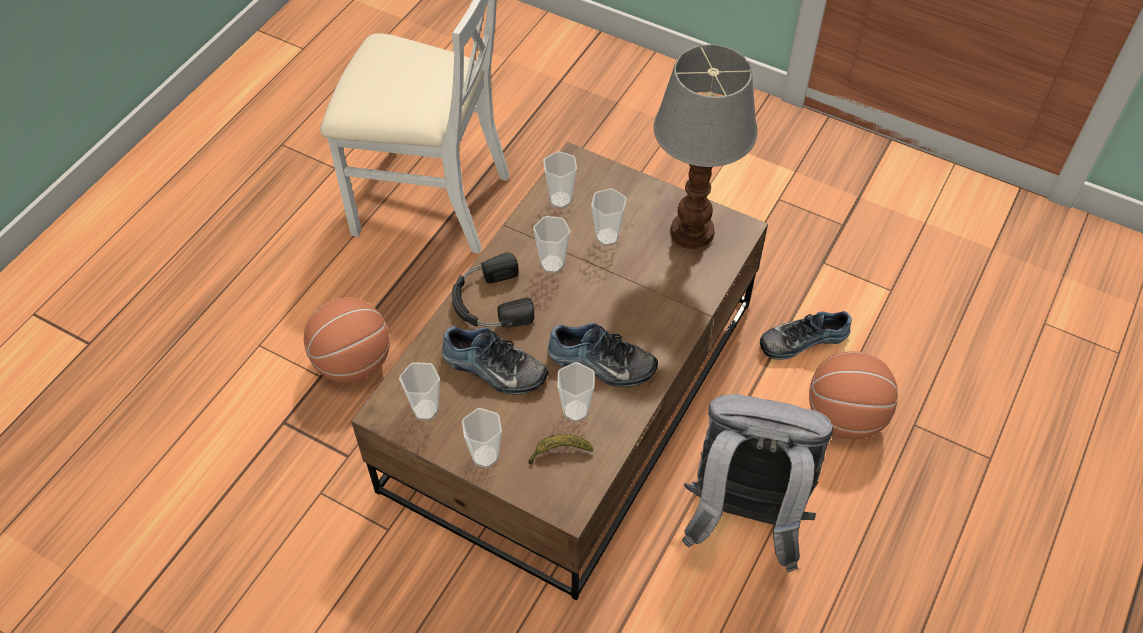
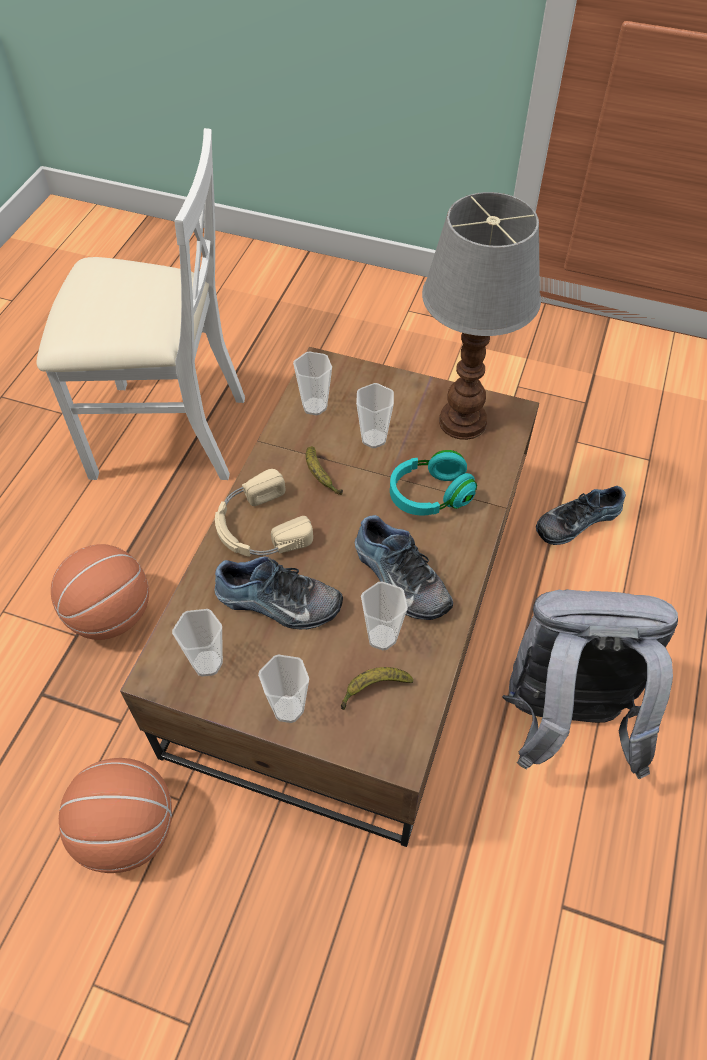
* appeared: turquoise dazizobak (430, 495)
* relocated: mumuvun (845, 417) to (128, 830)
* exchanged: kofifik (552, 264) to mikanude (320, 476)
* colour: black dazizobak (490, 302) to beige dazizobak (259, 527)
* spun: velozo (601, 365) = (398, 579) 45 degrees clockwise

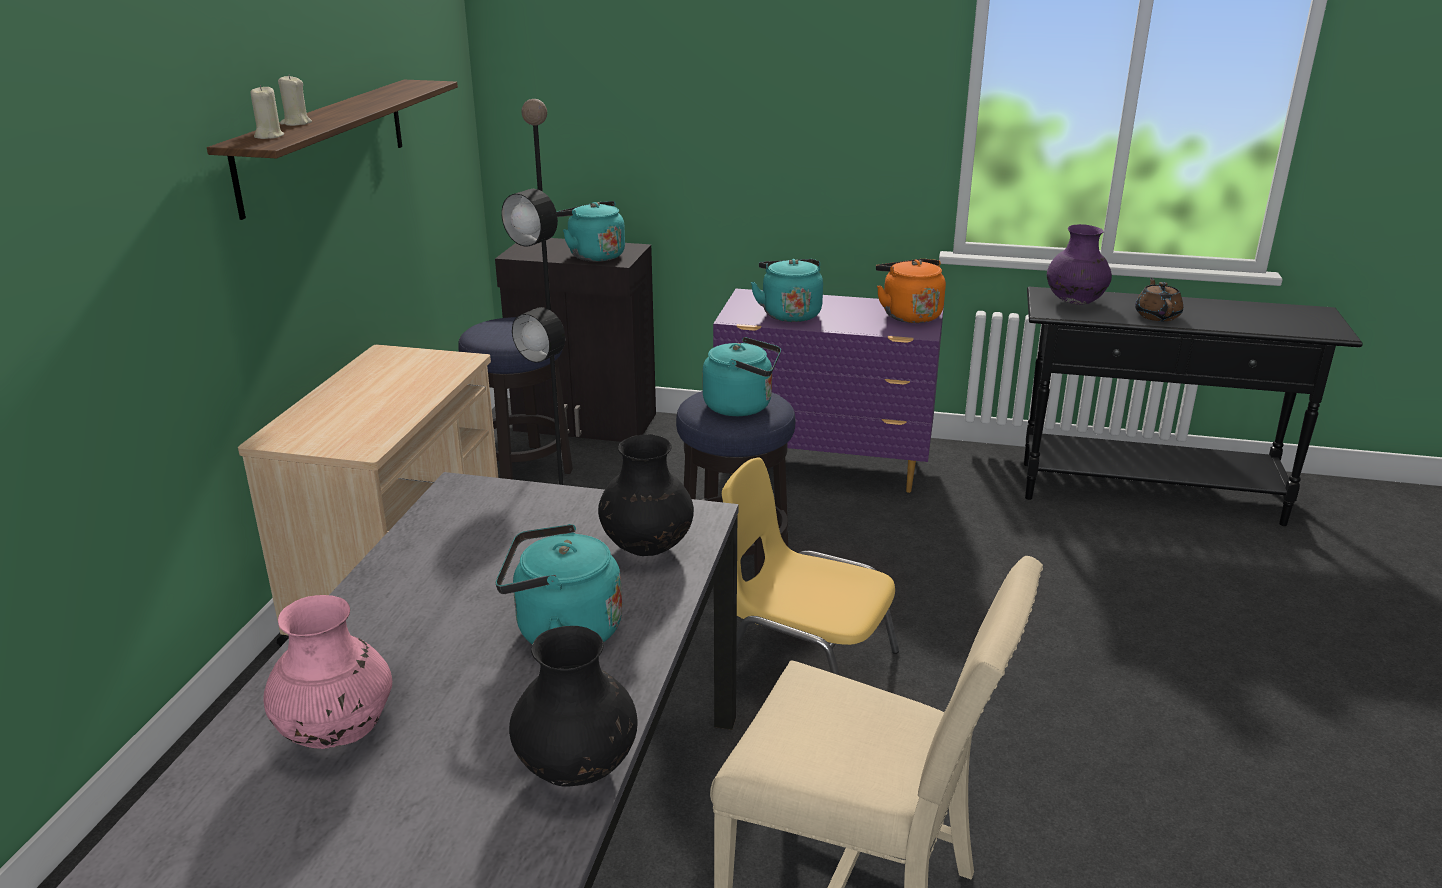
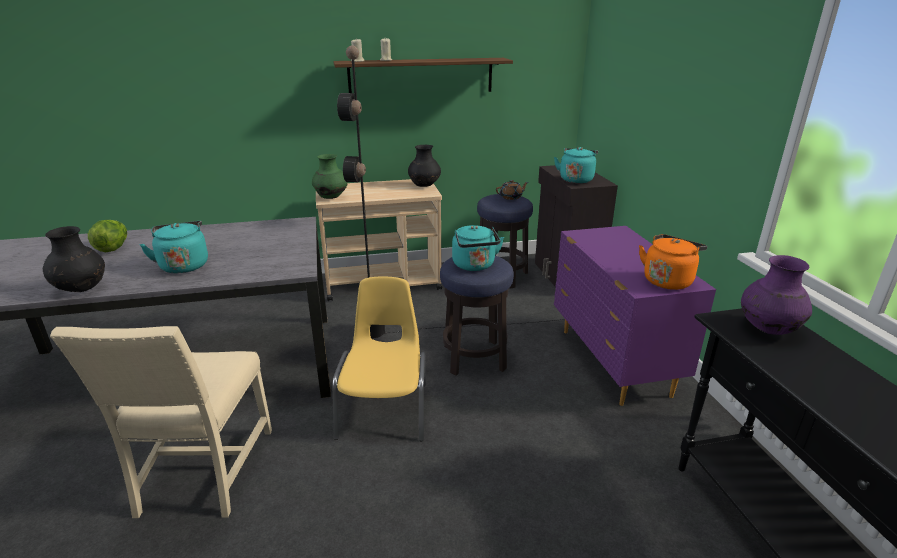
* missing: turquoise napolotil (789, 314)
* appeared: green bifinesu (331, 198)
* relocated: black bifinesu (646, 547) to (424, 186)
* relocated: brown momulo (1157, 316) to (511, 197)
* exchanged: pink bifinesu (337, 734) to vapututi (113, 248)

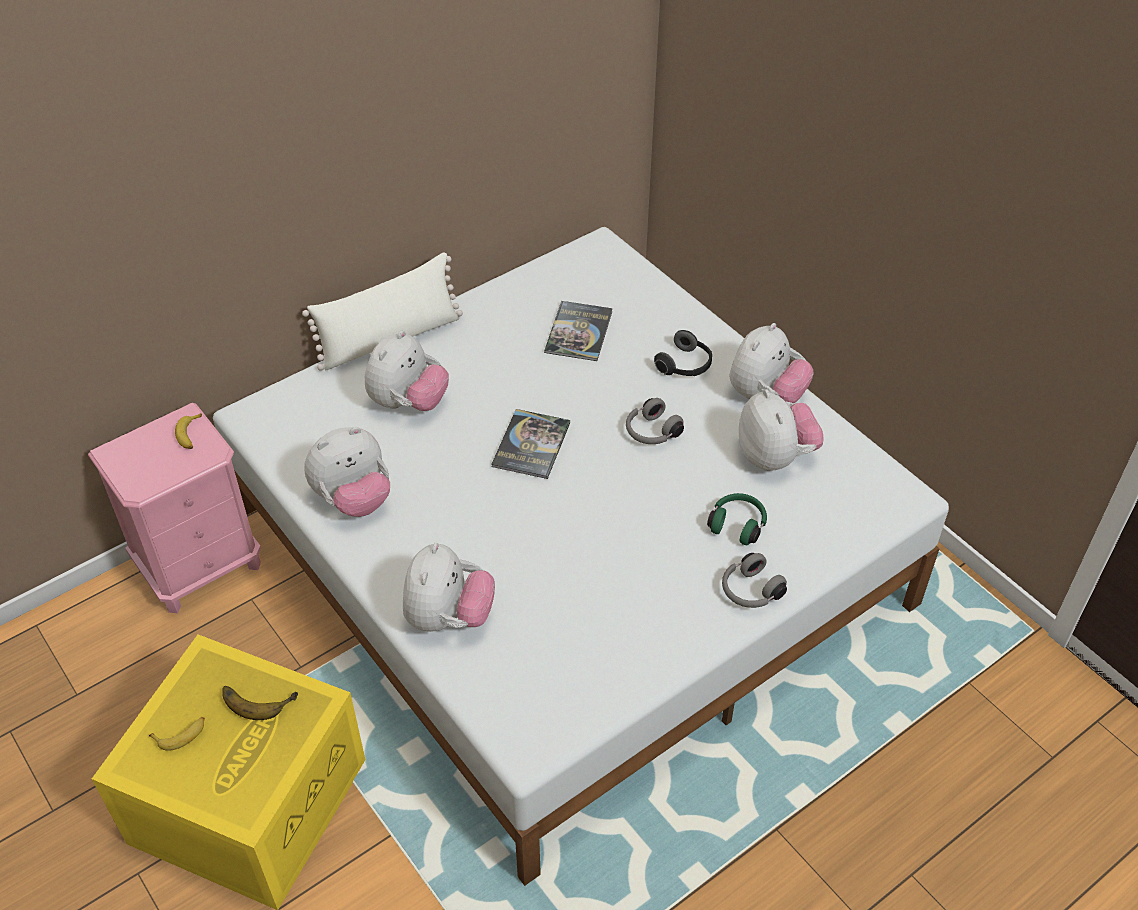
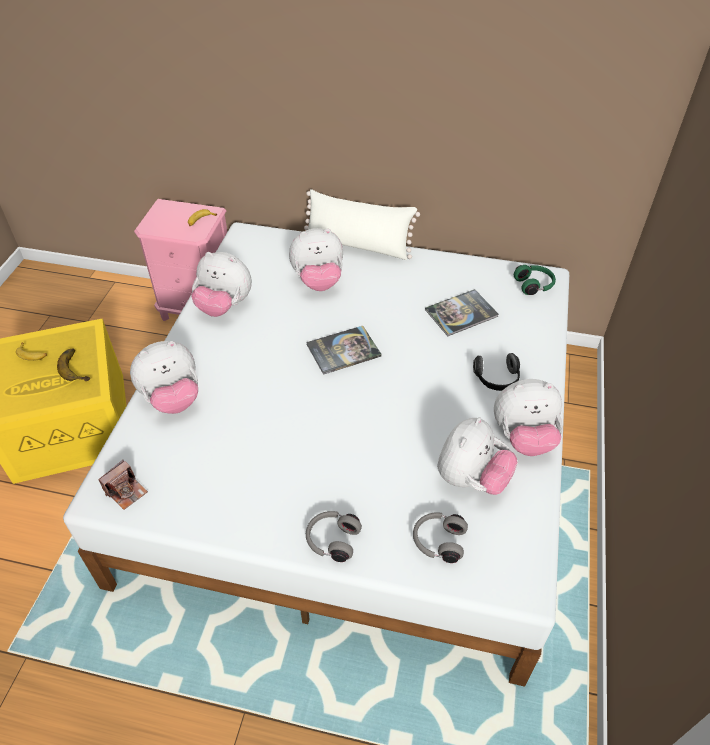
* appeared: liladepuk (126, 491)
* relocated: grey dazizobak (651, 432) to (438, 541)
* relocated: green dazizobak (738, 524) to (534, 285)

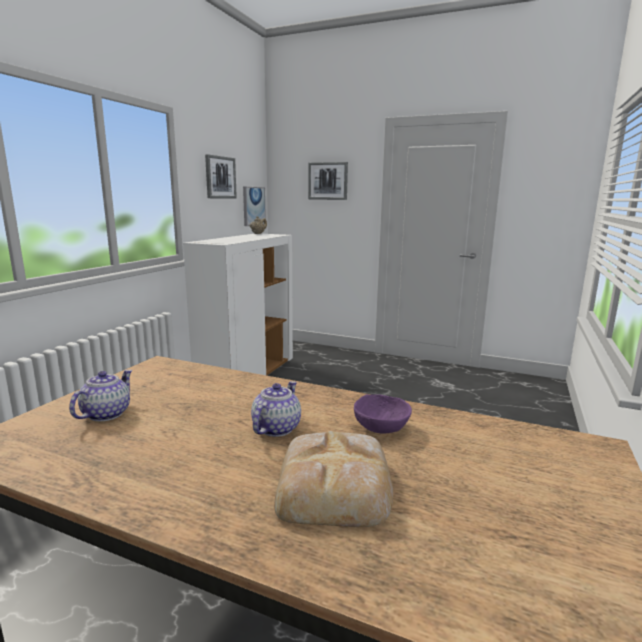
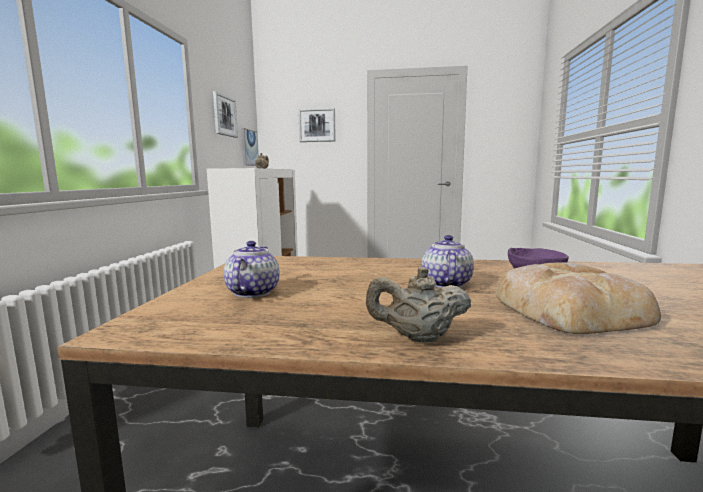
* appeared: beige momulo (418, 338)

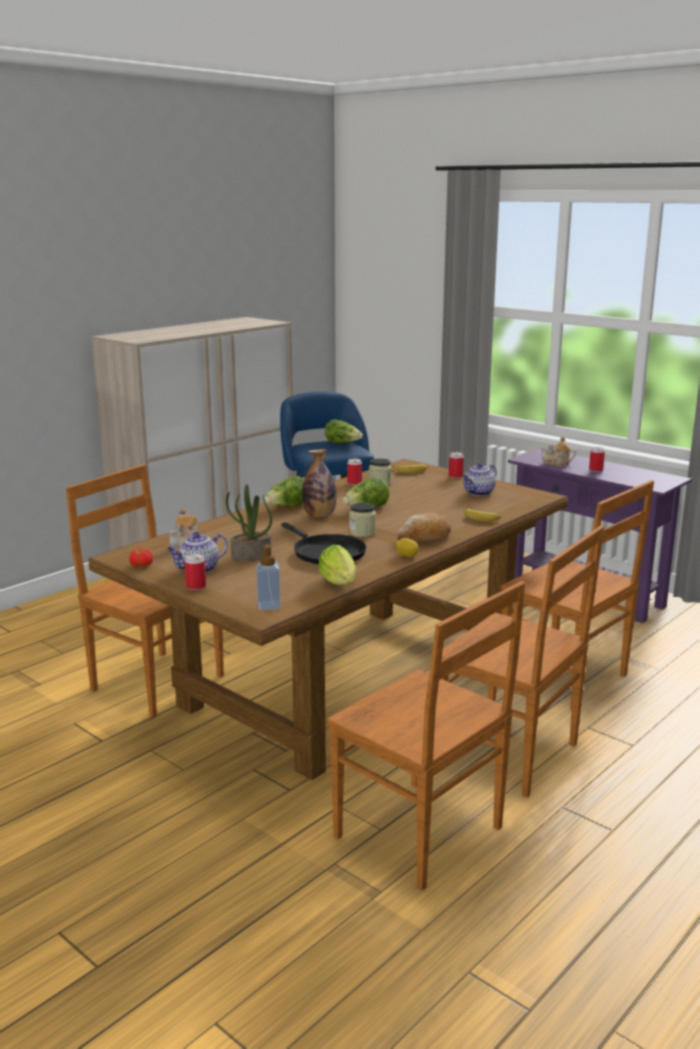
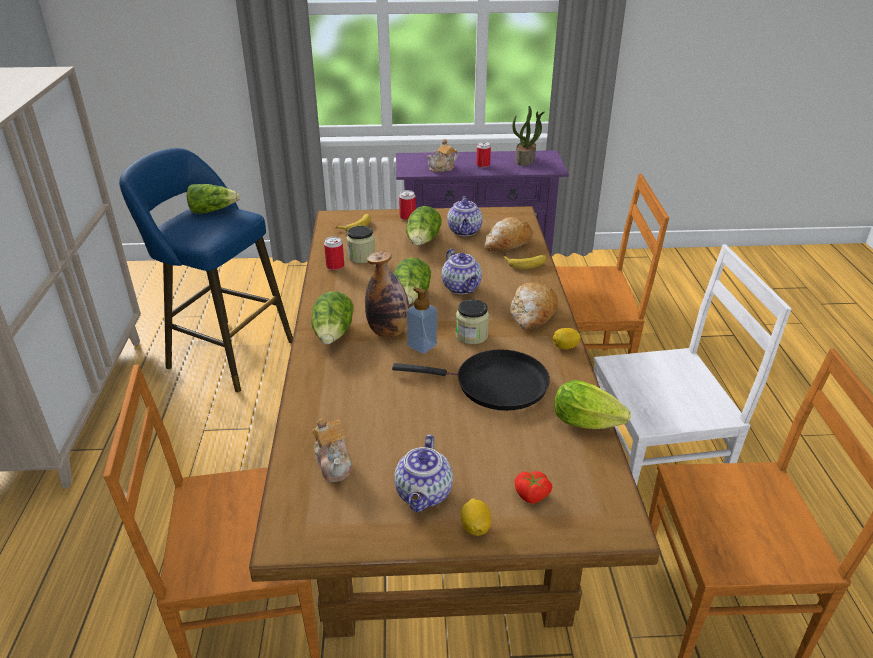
* appeared: vapututi (423, 241)
* appeared: momulo (462, 288)
* appeared: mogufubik (507, 243)
* relocated: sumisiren (141, 565) to (531, 495)
* relocated: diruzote (251, 556) to (525, 160)
* relocated: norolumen (269, 606) to (422, 346)
* exchanged: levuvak (196, 587) to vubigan (475, 527)
* colour: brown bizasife (511, 755) to white bizasife (652, 478)

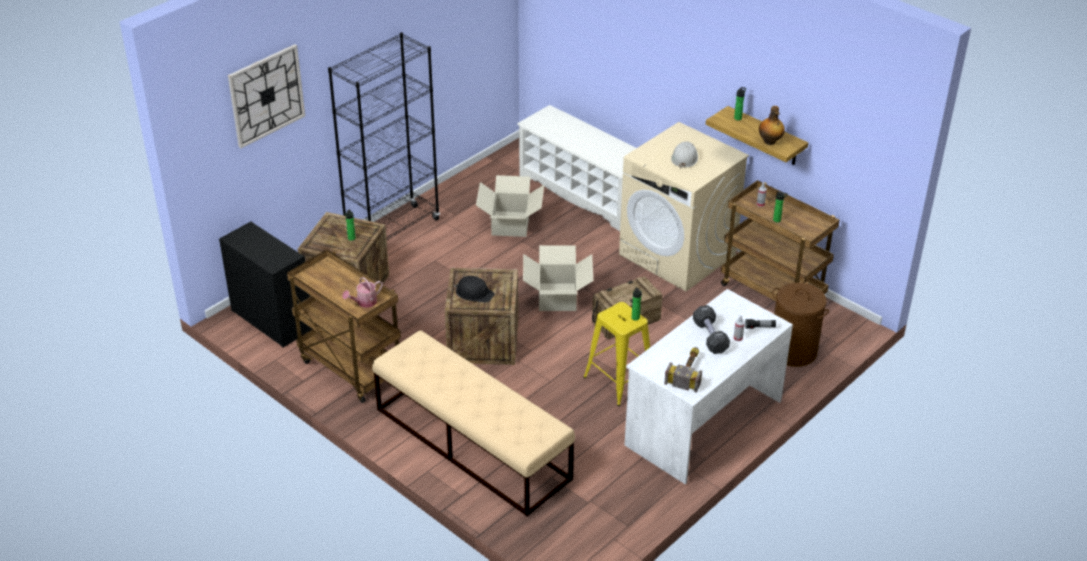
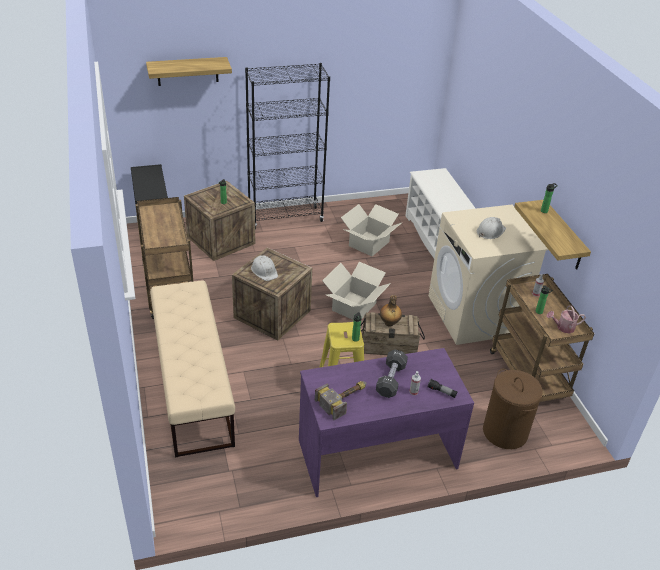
* relocated: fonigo (364, 302) to (563, 327)
* relocated: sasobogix (770, 142) to (389, 323)
* exchanged: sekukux (266, 95) to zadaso (187, 71)
* colour: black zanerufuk (474, 293) to white zanerufuk (264, 271)
* colour: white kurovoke (702, 422) to purple kurovoke (376, 453)

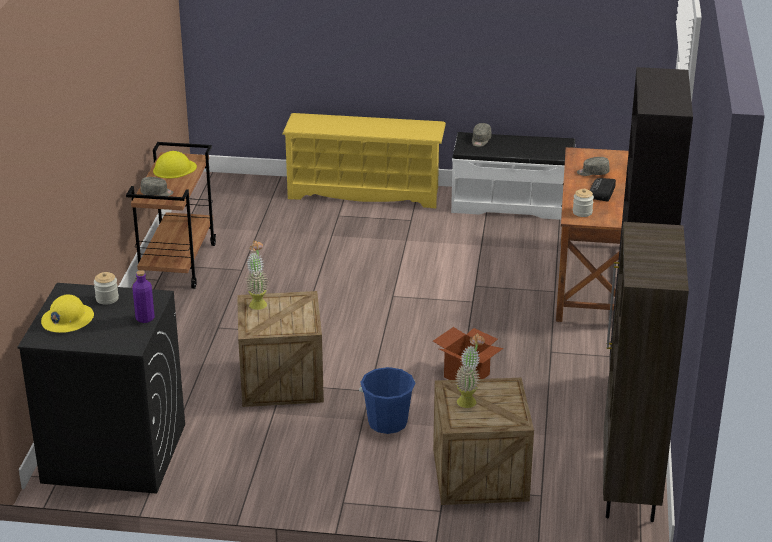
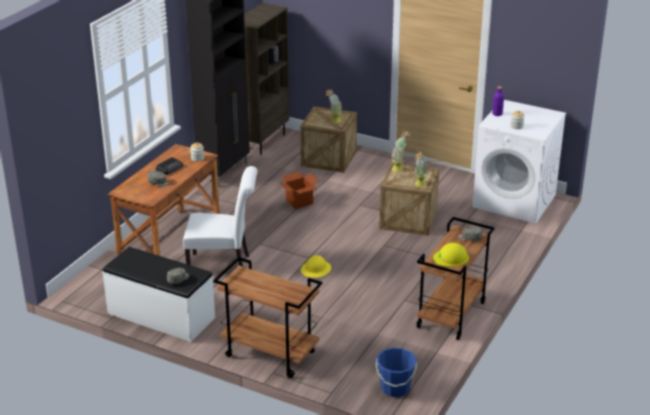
* appeared: white bizasife (223, 265)
* appeared: diruzote (399, 168)
* relocated: yellow zanerufuk (67, 320) to (316, 270)
* relocated: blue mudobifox (387, 423) to (395, 388)
* exchanged: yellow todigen (365, 193) to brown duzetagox (269, 354)
* colour: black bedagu (113, 453) to white bedagu (515, 201)

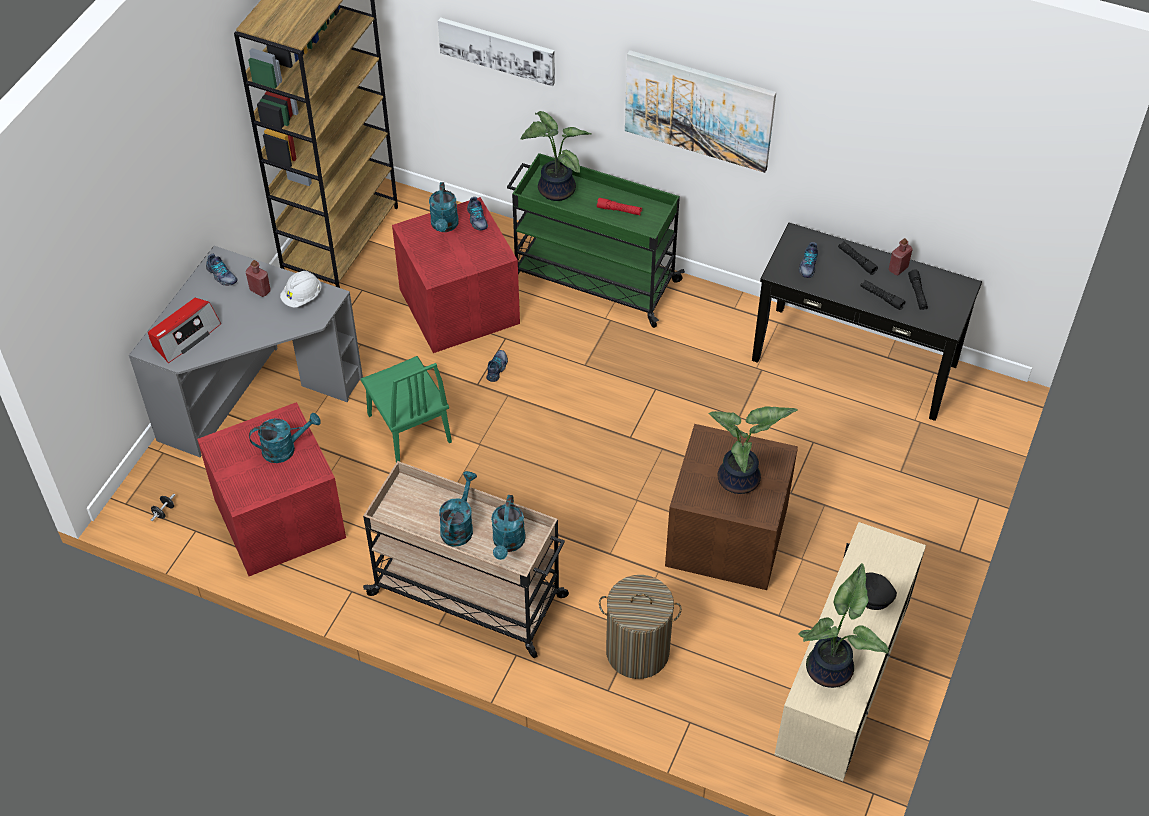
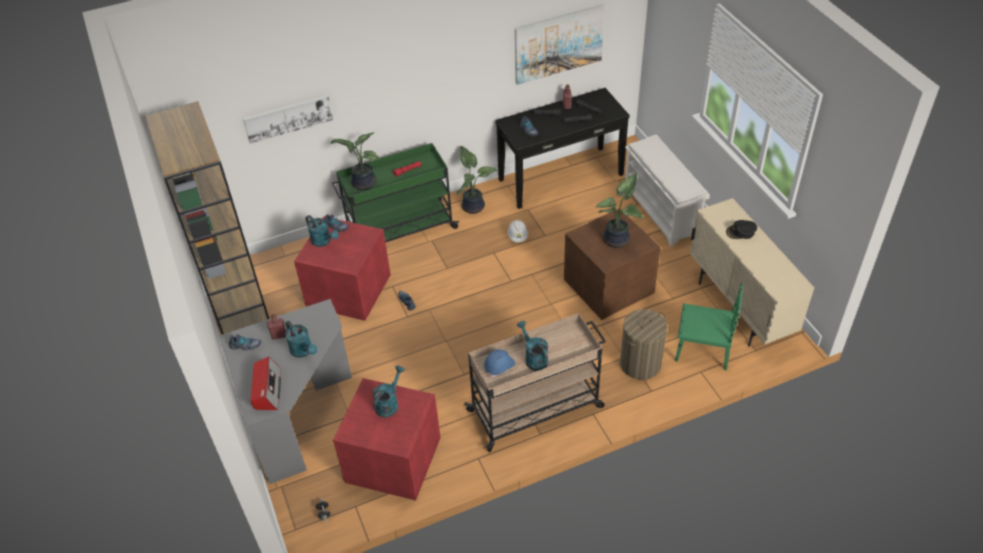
* appeared: blue zanerufuk (499, 367)
* appeared: white todigen (661, 212)
* relocated: white zanerufuk (302, 297) to (517, 236)
* relocated: green bizasife (409, 428) to (702, 349)
* relocated: turquoise fonigo (508, 544) to (304, 351)
* relocated: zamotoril (699, 110) to (558, 43)
* relocated: diruzote (832, 668) to (474, 206)

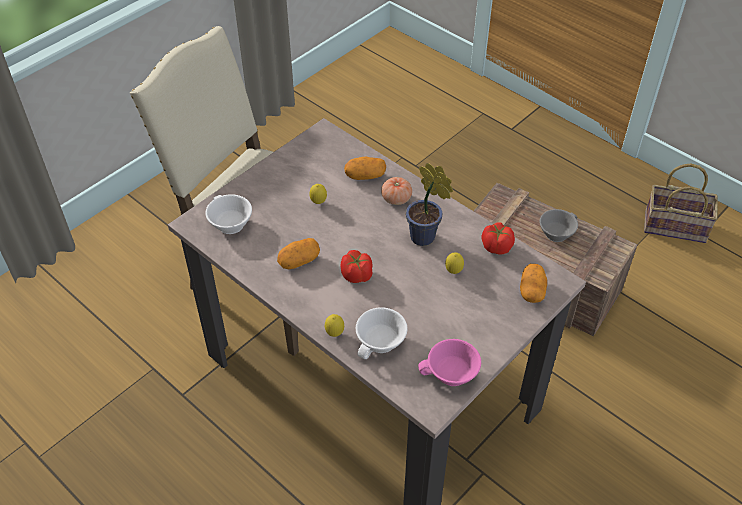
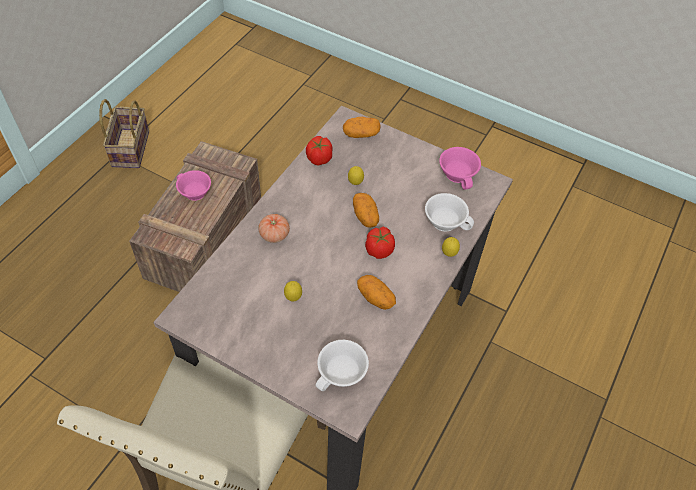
* missing: diruzote (425, 238)
* relocated: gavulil (365, 176) to (365, 216)
* colour: grey kofifik (556, 232) to pink kofifik (193, 193)

